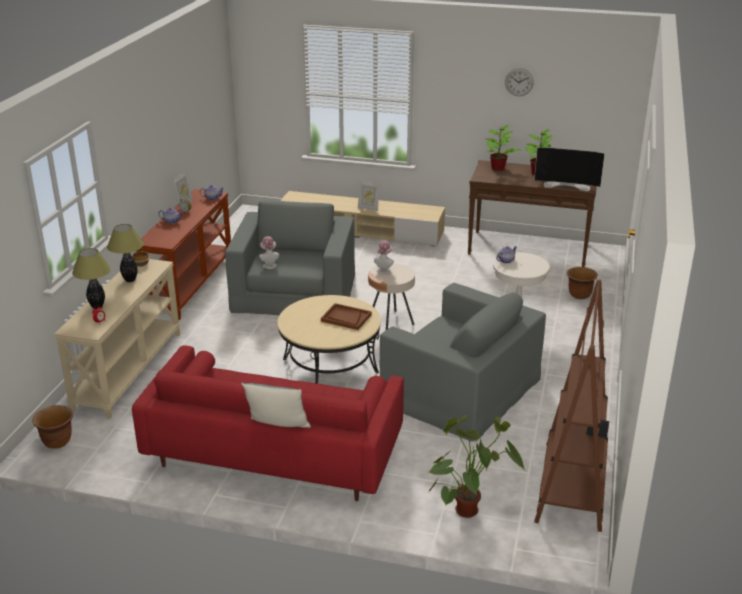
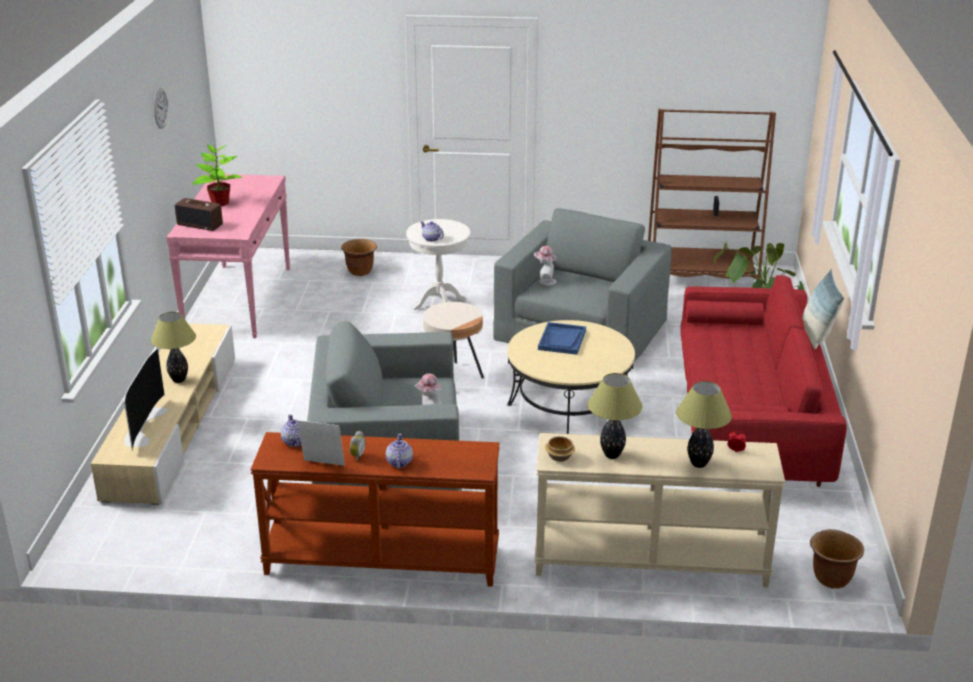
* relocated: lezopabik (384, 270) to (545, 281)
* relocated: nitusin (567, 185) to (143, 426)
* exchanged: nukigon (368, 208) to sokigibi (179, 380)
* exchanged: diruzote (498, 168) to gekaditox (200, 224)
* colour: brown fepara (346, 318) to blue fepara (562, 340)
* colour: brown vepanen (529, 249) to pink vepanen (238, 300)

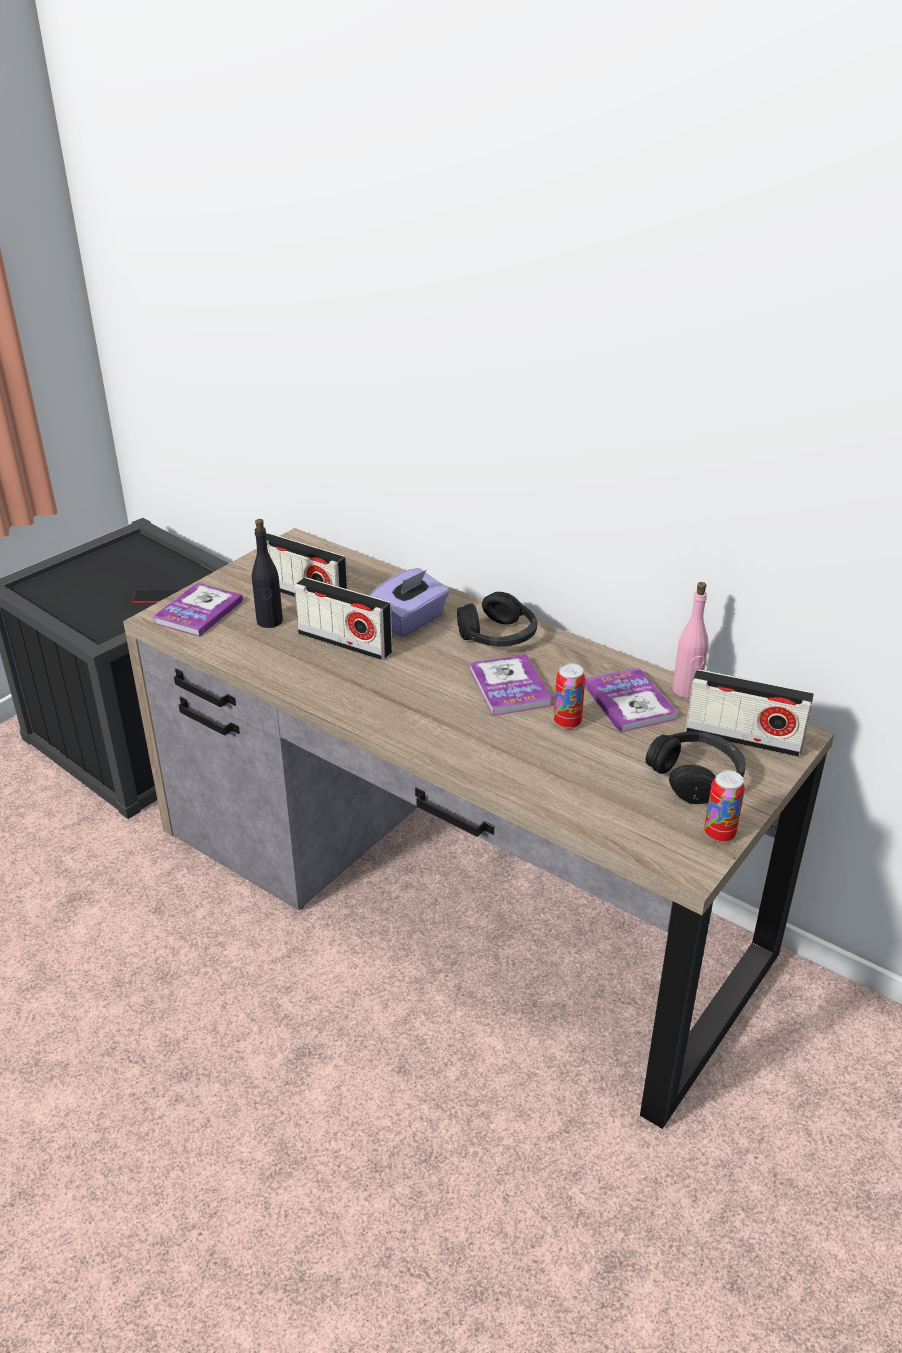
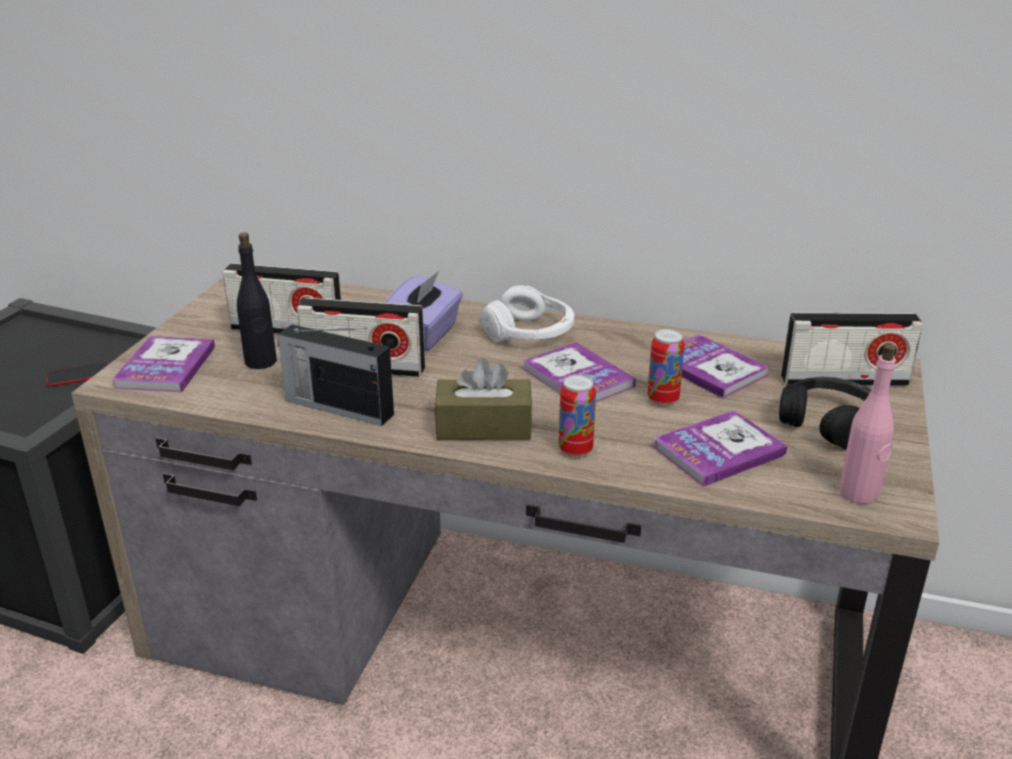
* appeared: gekaditox (337, 407)
* appeared: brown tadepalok (484, 426)
* appeared: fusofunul (718, 451)
* relocated: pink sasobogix (686, 690) to (859, 493)
* relocated: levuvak (719, 834) to (575, 450)
* colour: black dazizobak (498, 636) to white dazizobak (530, 333)

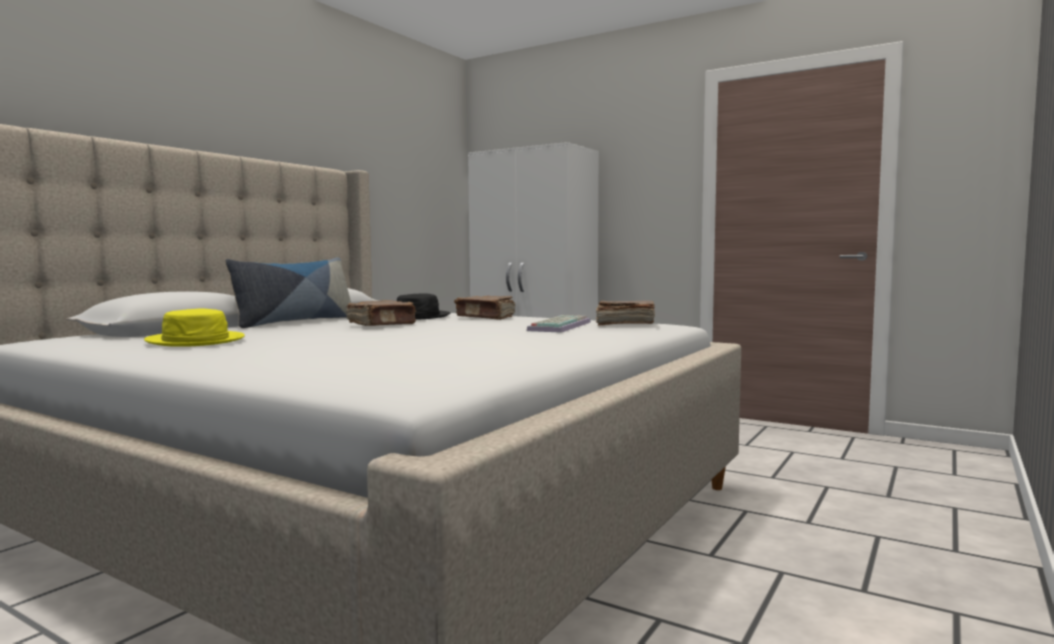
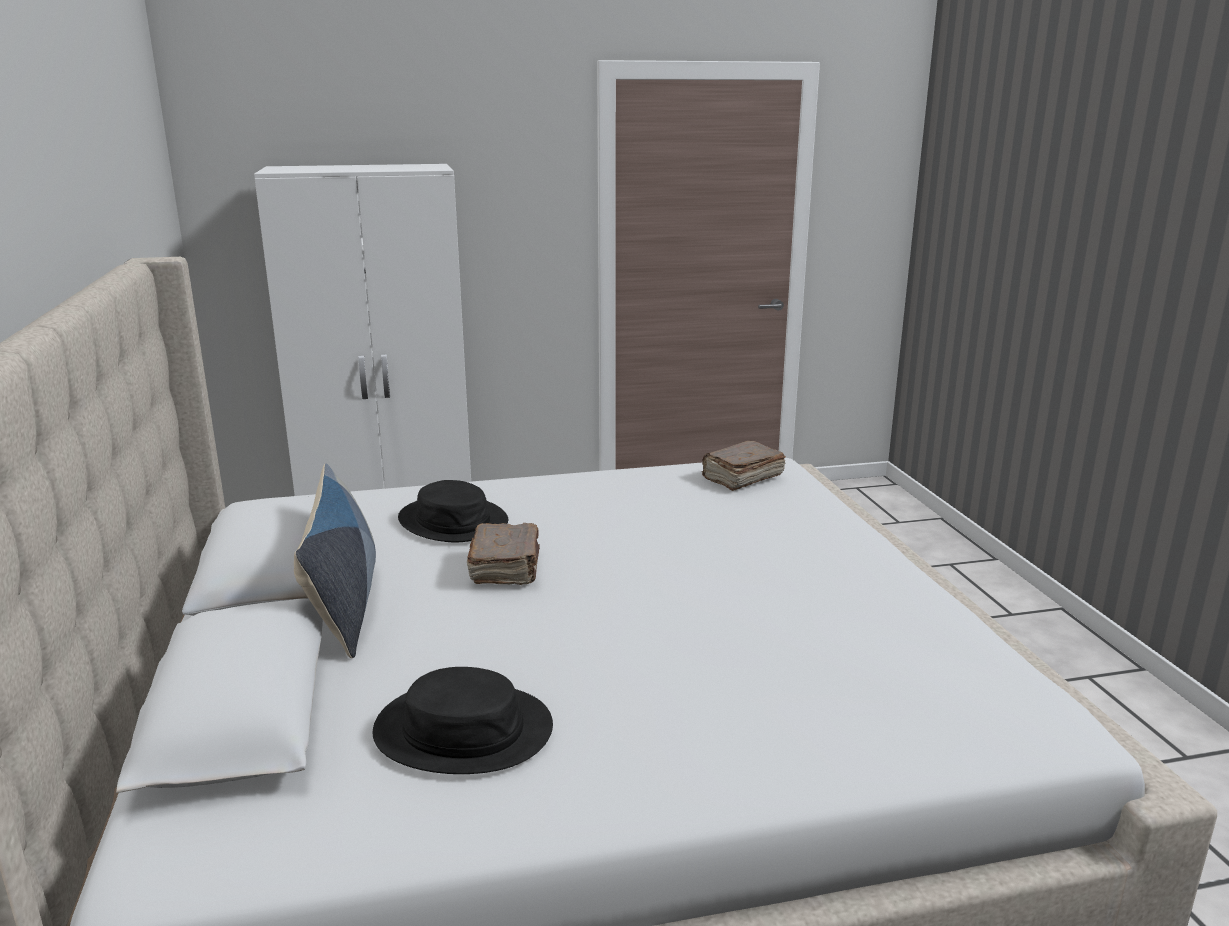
* missing: brown fusofunul (485, 317)
* missing: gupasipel (559, 326)
* colour: yellow lezopabik (196, 341) to black lezopabik (463, 730)

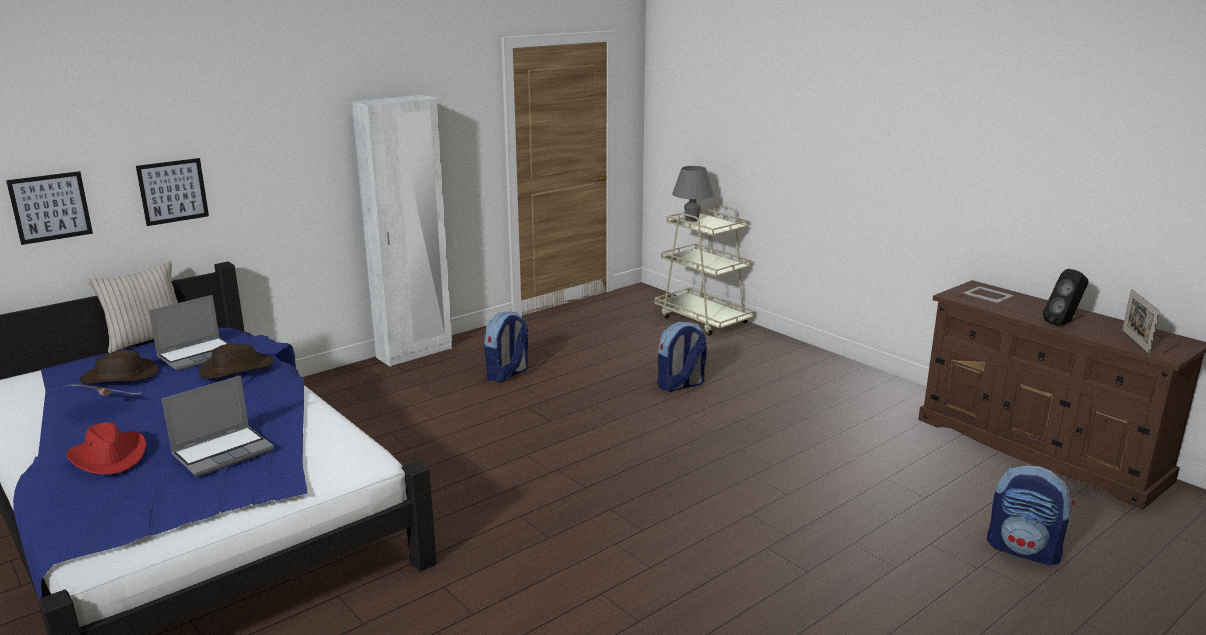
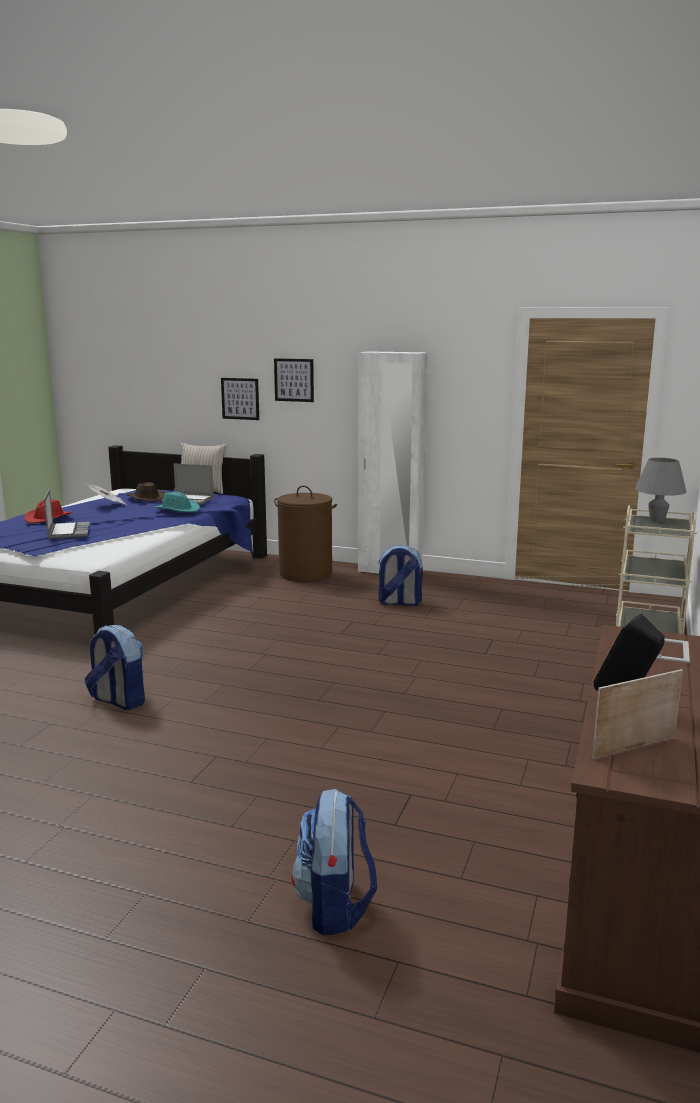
* appeared: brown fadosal (306, 574)
* relocated: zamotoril (50, 207) to (294, 380)
* relocated: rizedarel (680, 385) to (118, 701)
* colour: brown lezopabik (236, 369) to turquoise lezopabik (177, 509)
* spun: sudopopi (223, 452) = (68, 531) 120 degrees counterclockwise

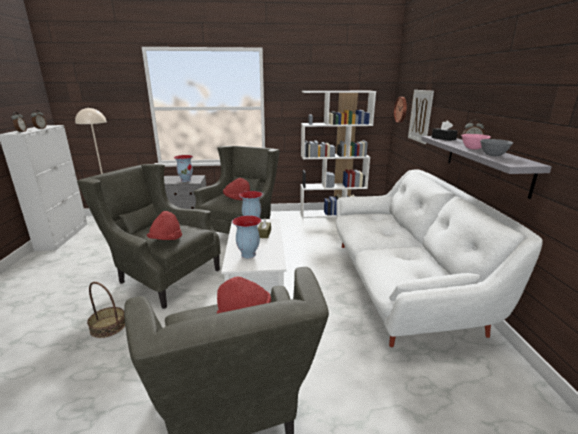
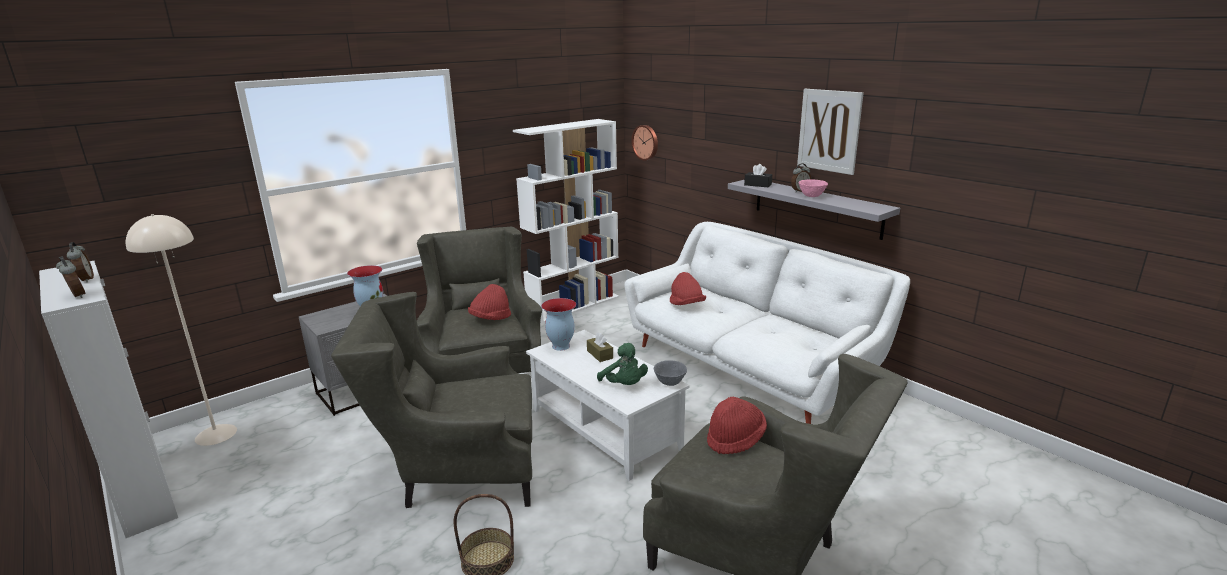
* relocated: red lezopabik (166, 240) to (686, 305)
* relocated: zamotoril (420, 116) to (829, 131)
* relocated: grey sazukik (493, 155) to (670, 383)
* exchanged: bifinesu (248, 255) to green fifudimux (624, 385)

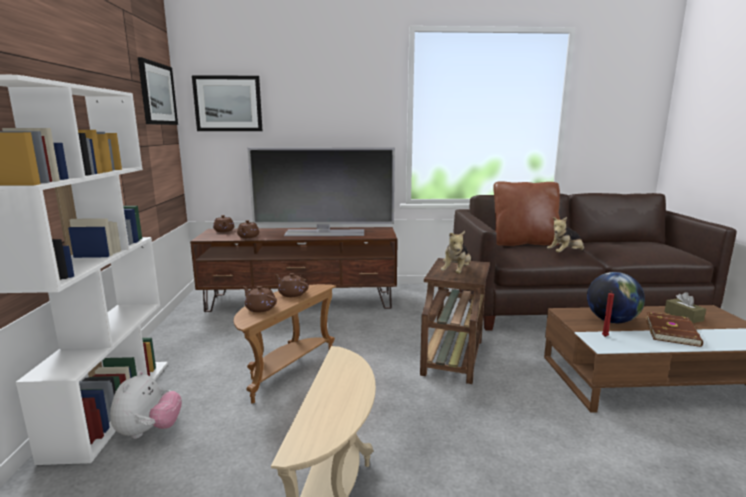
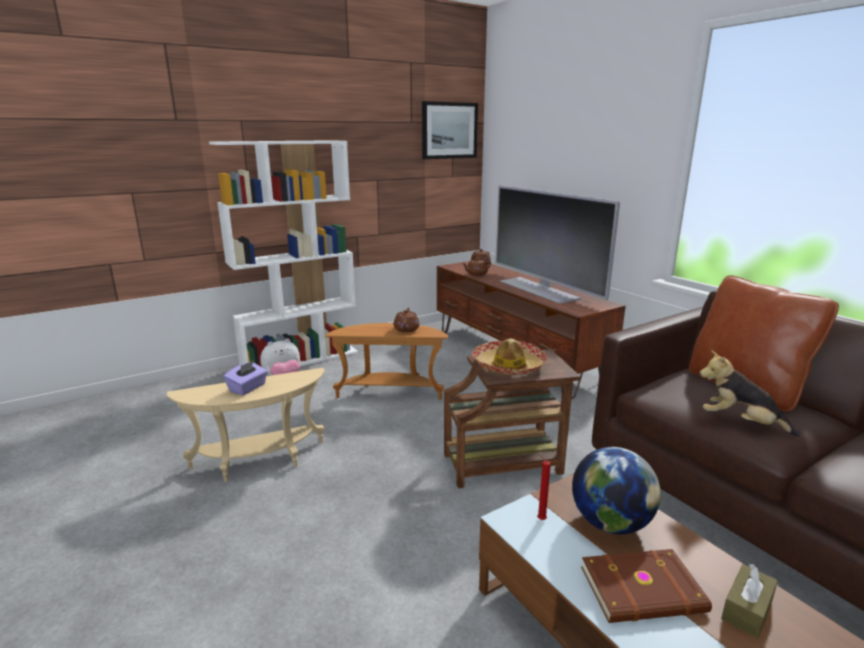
* missing: zamotoril (228, 104)
* missing: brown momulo (260, 308)
* appeared: purple tadepalok (248, 388)
* exchanged: fifudimux (456, 272) to lezopabik (508, 366)

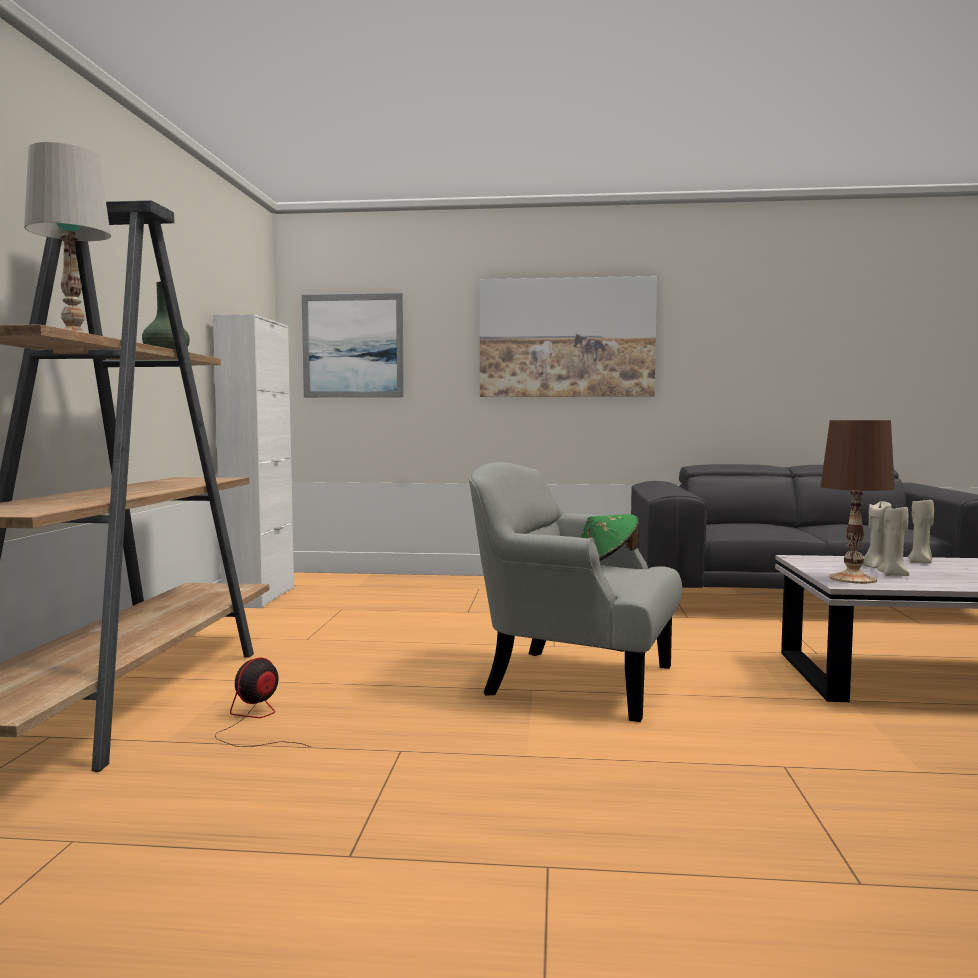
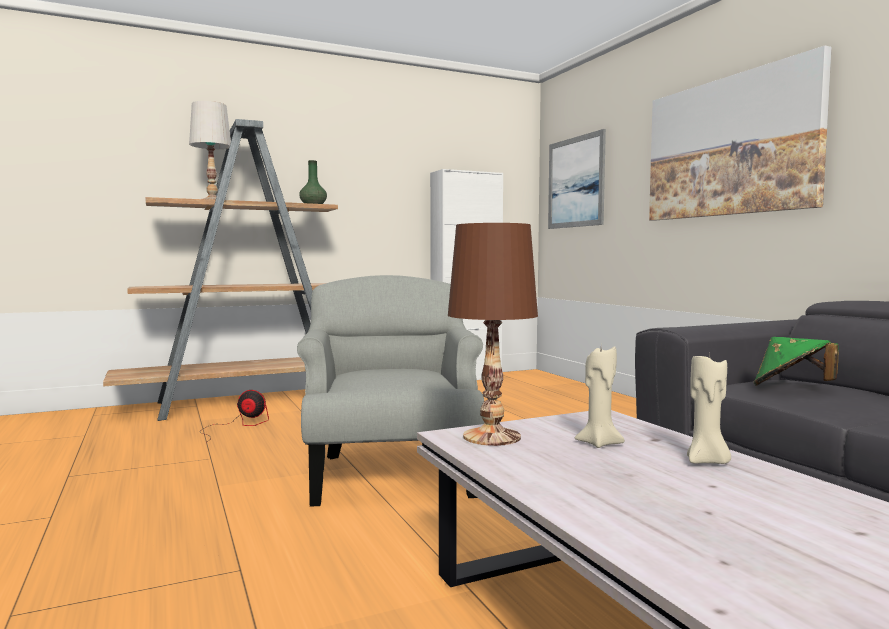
* missing: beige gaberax (893, 575)
* relocated: green lezopabik (605, 562) to (790, 388)

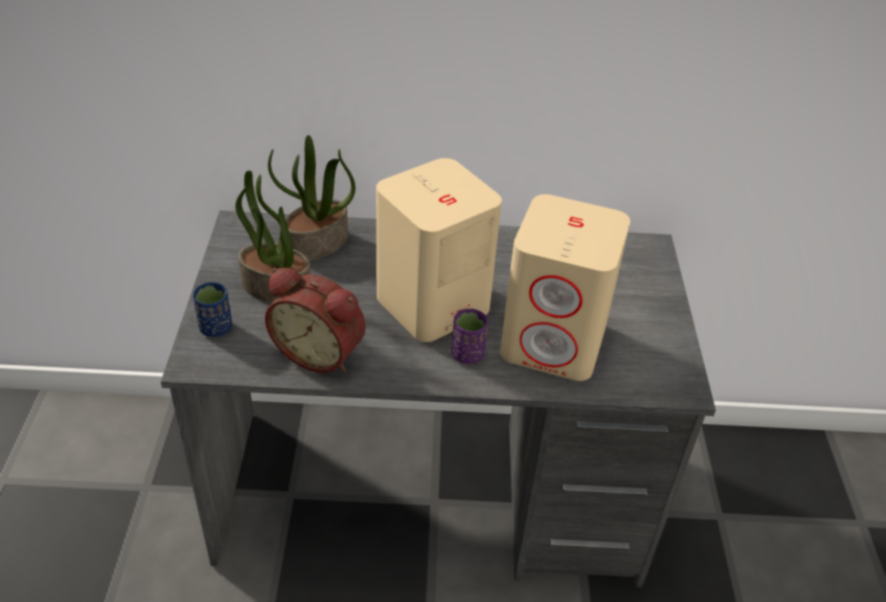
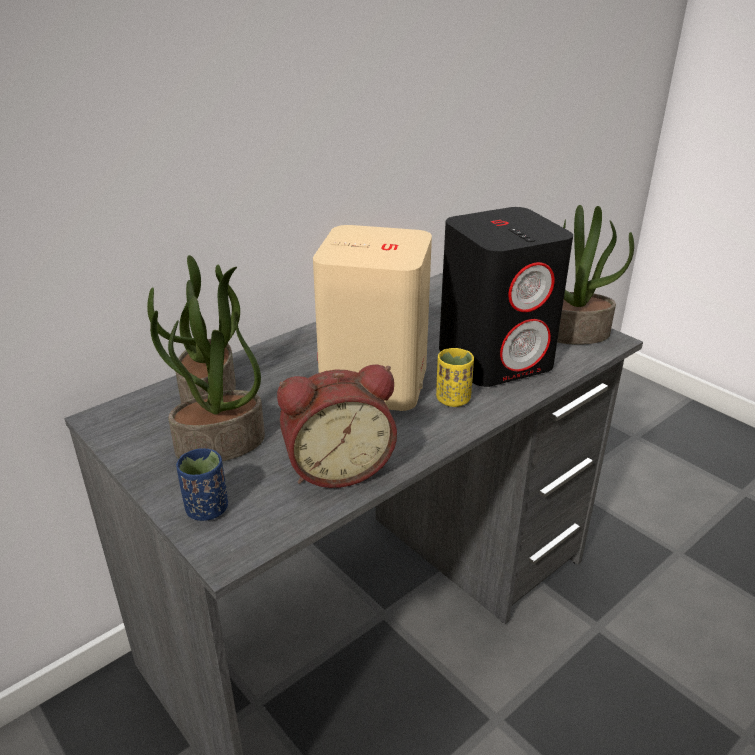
* appeared: diruzote (574, 333)
* colour: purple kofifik (467, 354) to yellow kofifik (453, 399)
* colour: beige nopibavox (554, 342) to black nopibavox (496, 358)

